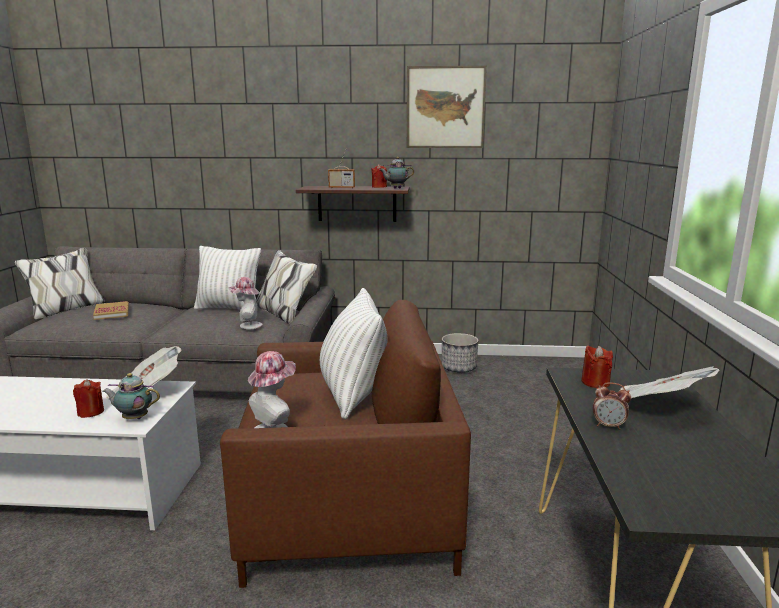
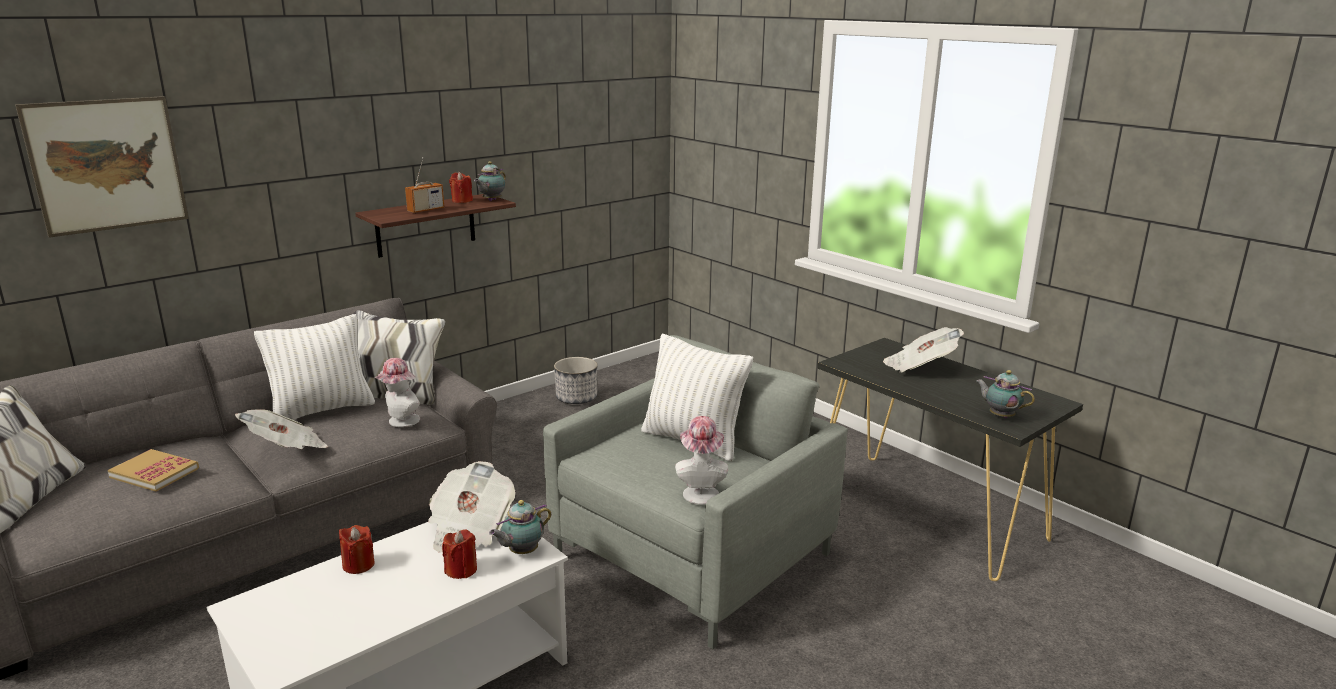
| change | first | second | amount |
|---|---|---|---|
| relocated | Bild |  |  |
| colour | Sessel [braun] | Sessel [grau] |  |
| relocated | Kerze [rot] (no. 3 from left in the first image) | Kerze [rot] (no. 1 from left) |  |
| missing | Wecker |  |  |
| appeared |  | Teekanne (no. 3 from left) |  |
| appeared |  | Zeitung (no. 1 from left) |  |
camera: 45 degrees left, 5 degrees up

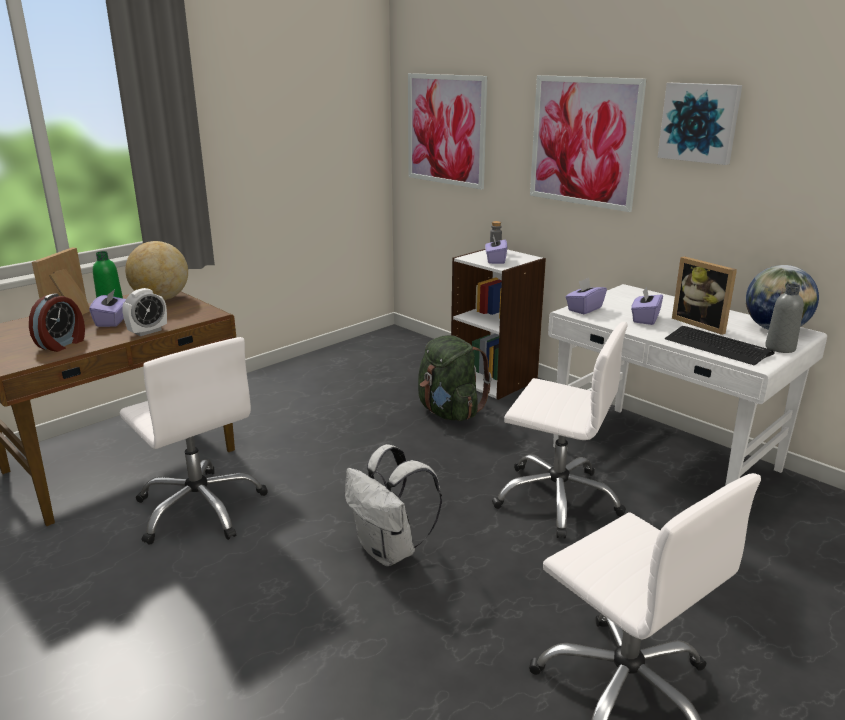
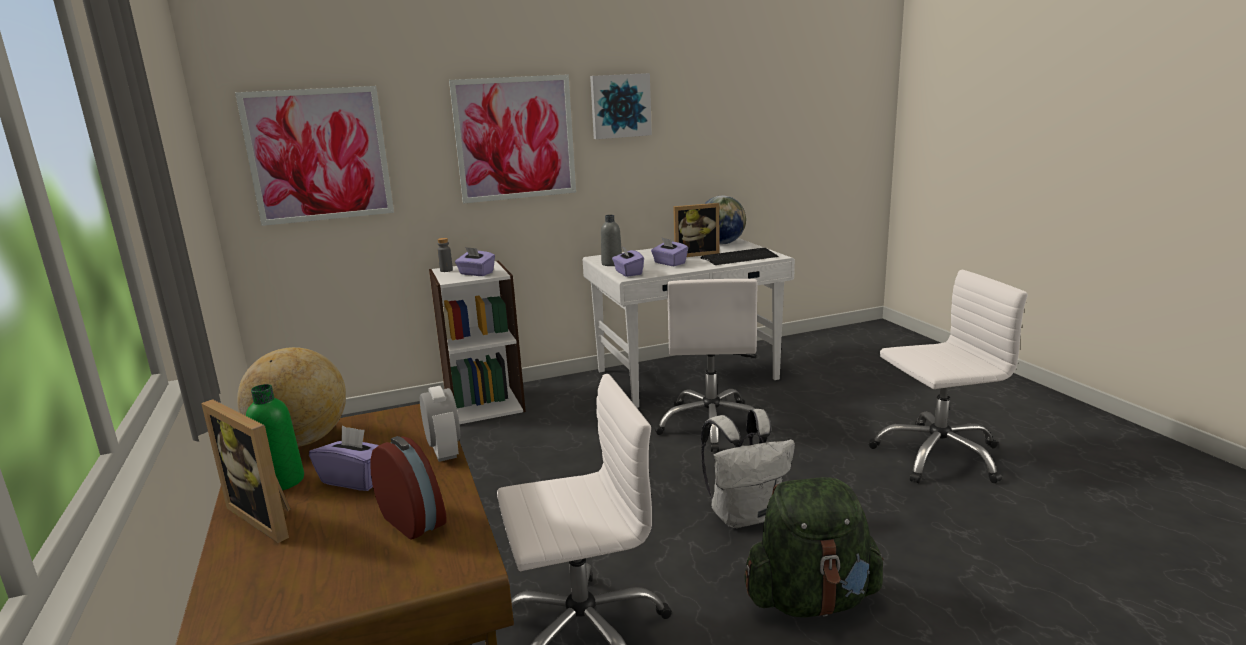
| change | first | second | amount |
|---|---|---|---|
| relocated | Flasche [grau] (no. 2 from left) |  |  |
| spun | Bürostuhl [weiß] (no. 2 from left) |  | 135 degrees clockwise |
| relocated | Rucksack [grün] |  |  |
camera: 65 degrees left, 5 degrees down

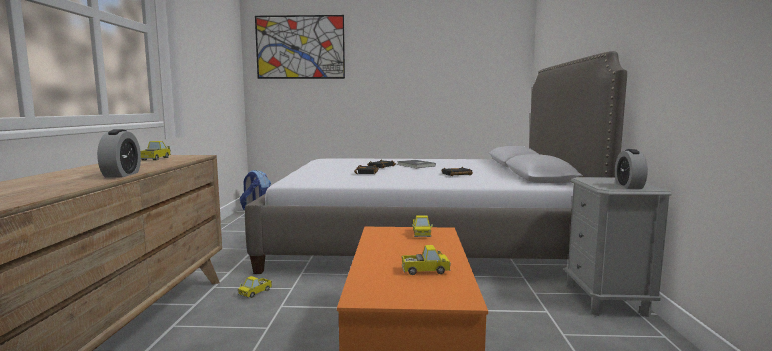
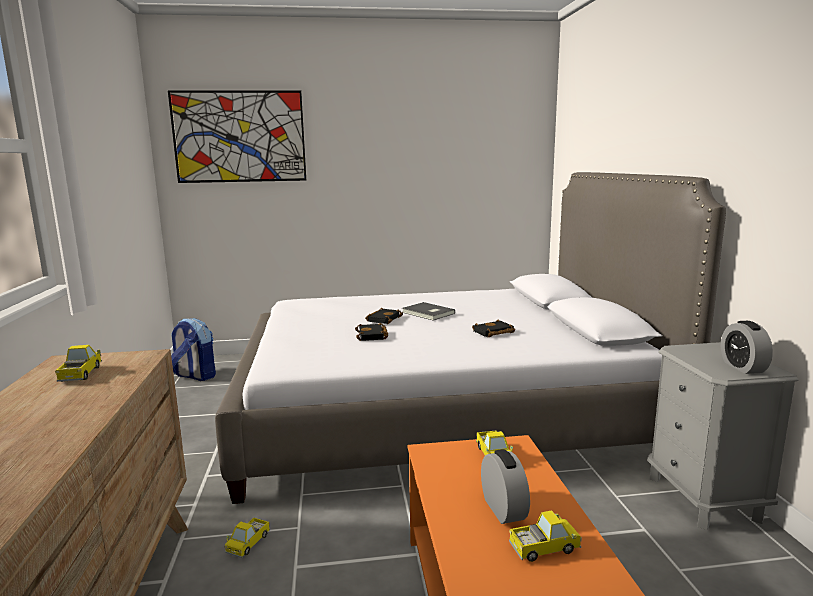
| change | first | second | amount |
|---|---|---|---|
| relocated | Wecker (no. 1 from left) |  |  |
camera: 10 degrees left, 5 degrees up

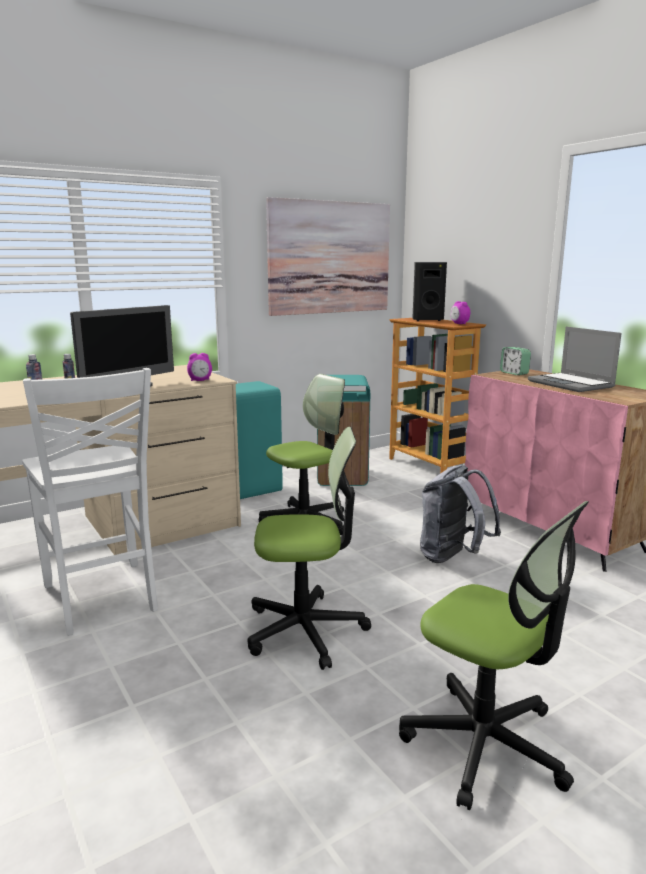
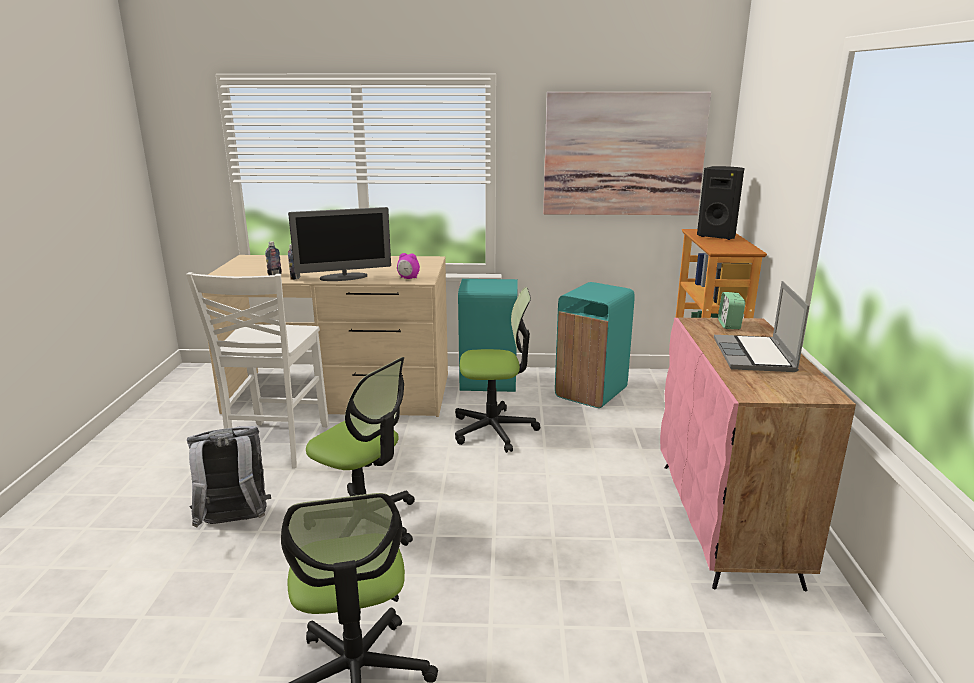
| change | first | second | amount |
|---|---|---|---|
| missing | Wecker (no. 2 from left) |  |  |
| relocated | Rucksack [grau] |  |  |
camera: 35 degrees right, 5 degrees up

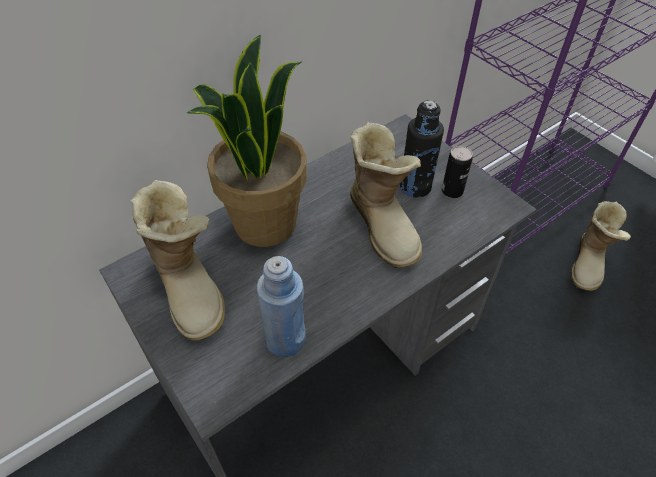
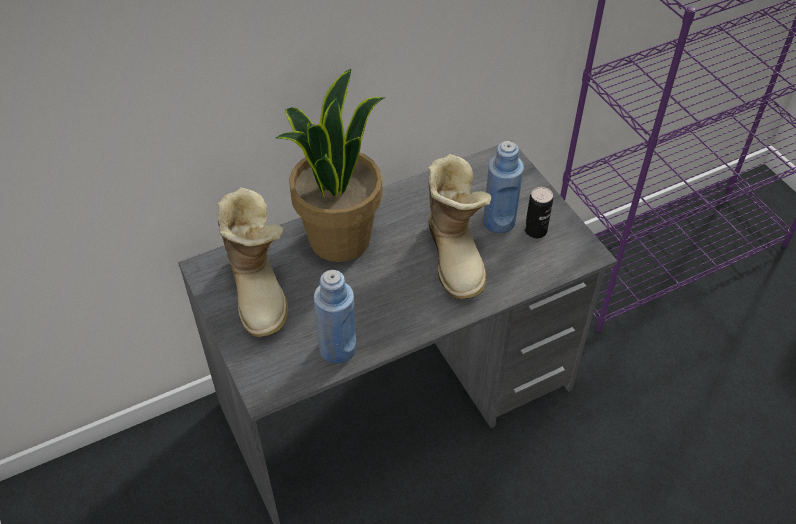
| change | first | second | amount |
|---|---|---|---|
| colour | Flasche [schwarz] | Flasche [blau] (no. 2 from left) |  |
| missing | Stiefel (no. 3 from left) |  |  |
camera: 10 degrees right, 0 degrees up

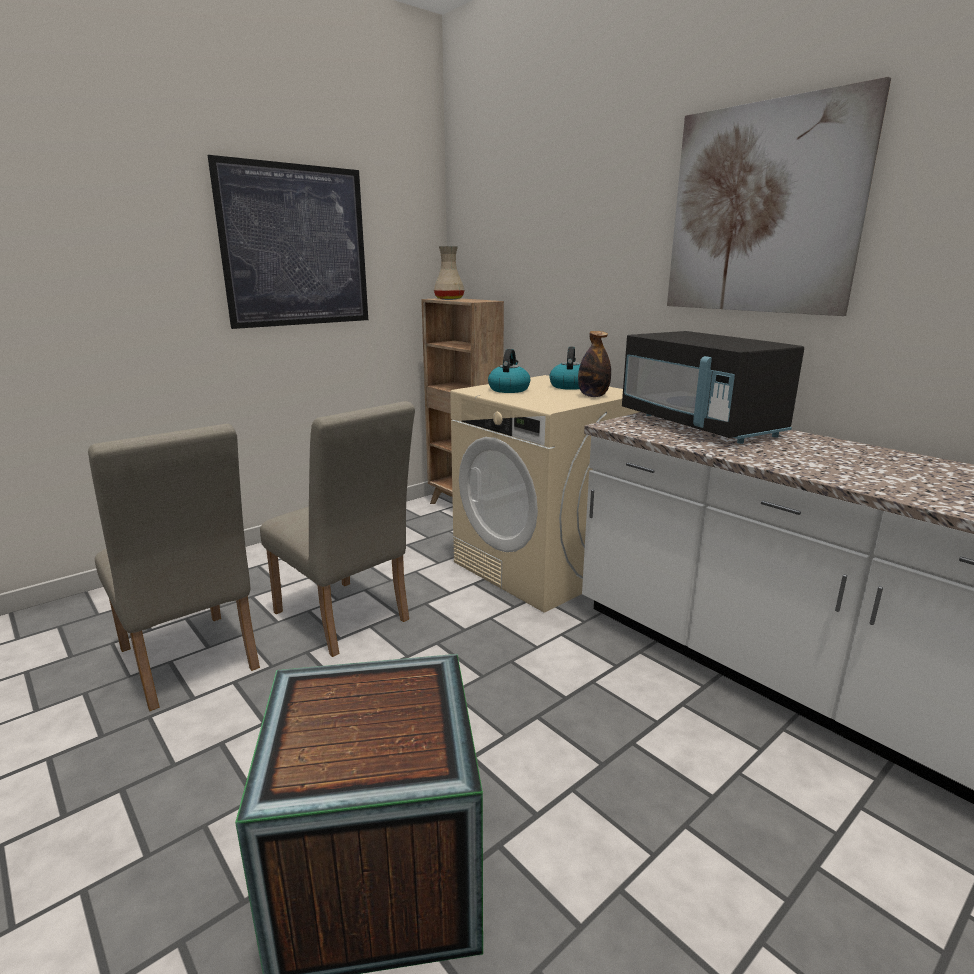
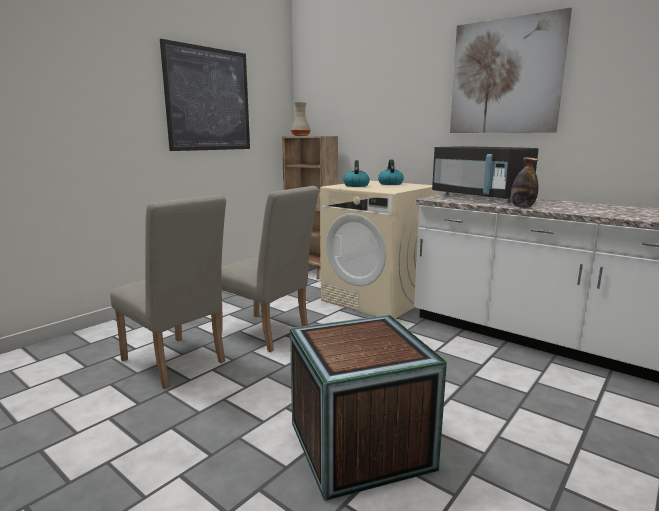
| change | first | second | amount |
|---|---|---|---|
| relocated | Flasche |  |  |
camera: 10 degrees left, 5 degrees down

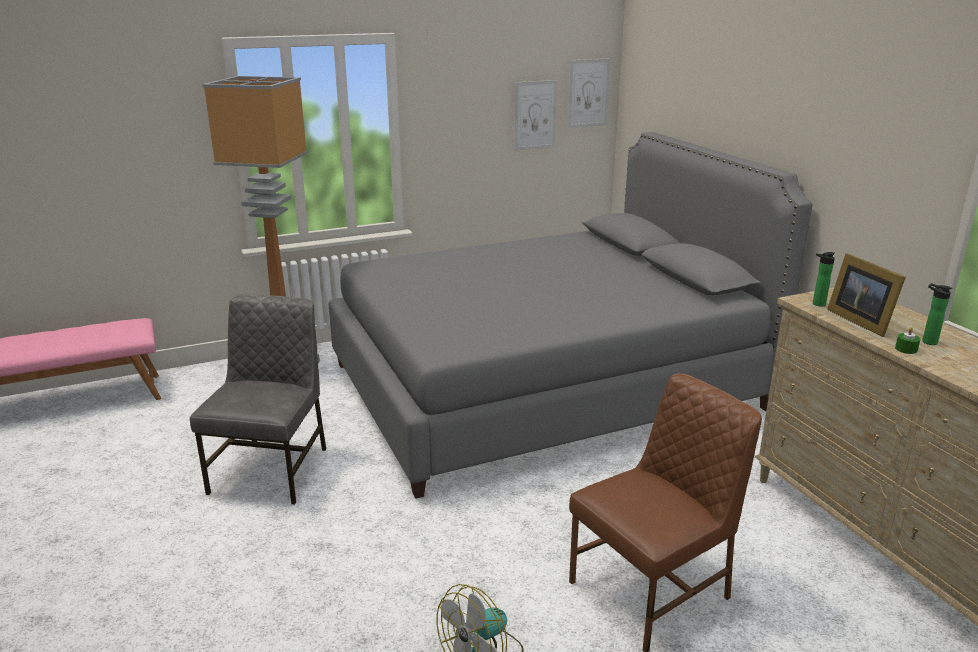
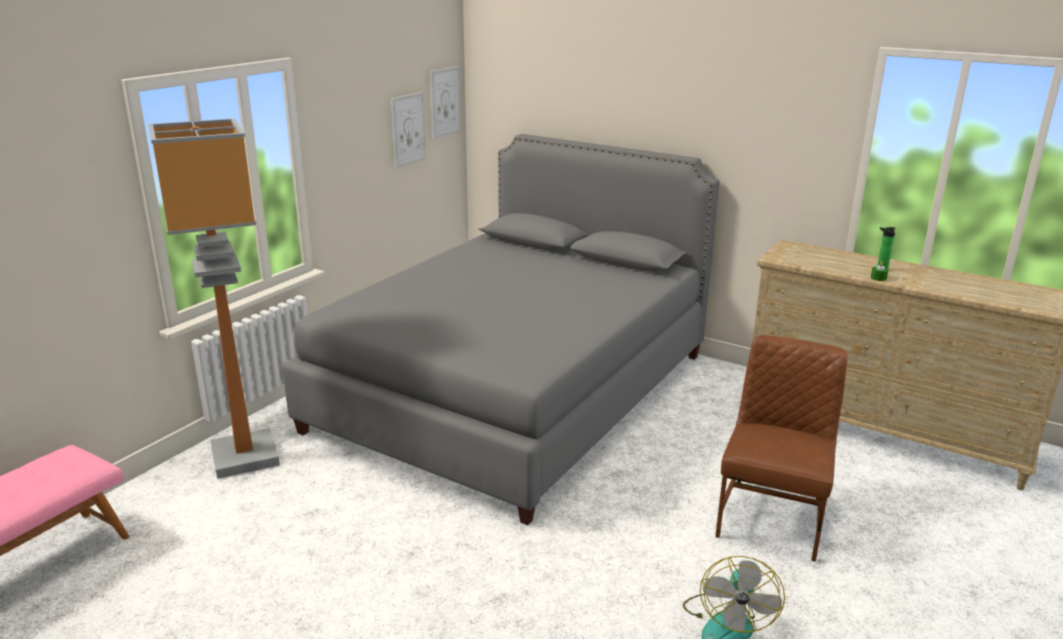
| change | first | second | amount |
|---|---|---|---|
| missing | Flasche (no. 1 from left) |  |  |
| missing | Bilderrahmen |  |  |
| missing | Stuhl [grau] |  |  |
camera: 35 degrees left, 0 degrees up

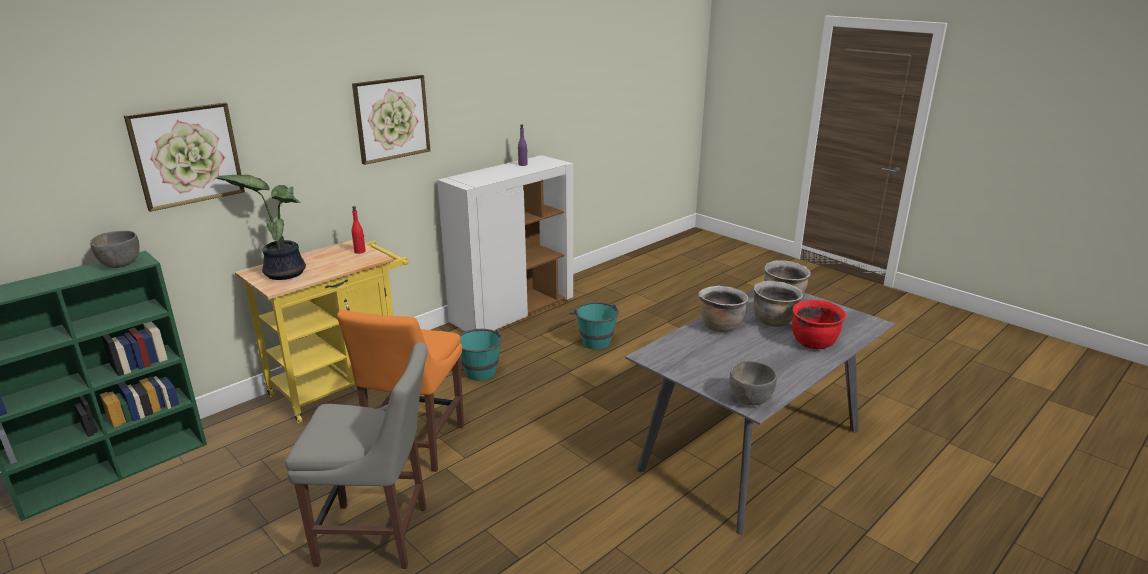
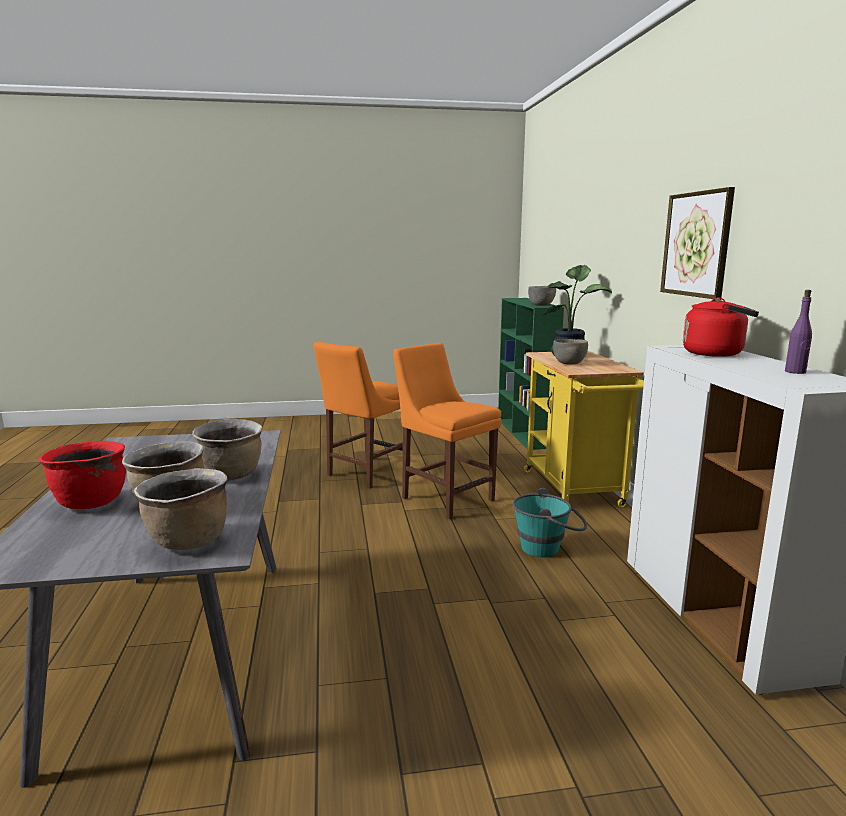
| change | first | second | amount |
|---|---|---|---|
| missing | Bild (no. 1 from left) |  |  |
| missing | Flasche [rot] |  |  |
| missing | Eimer [türkis] (no. 2 from left) |  |  |
| colour | Stuhl [grau] | Stuhl [orange] (no. 1 from left) |  |
| relocated | Schüssel [grau] (no. 2 from left) |  |  |
| appeared |  | Wasserkessel [rot] |  |
camera: 125 degrees right, 10 degrees down

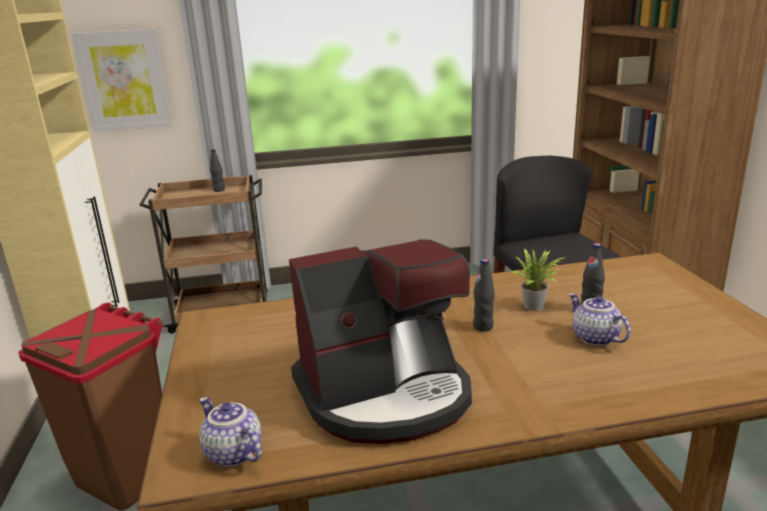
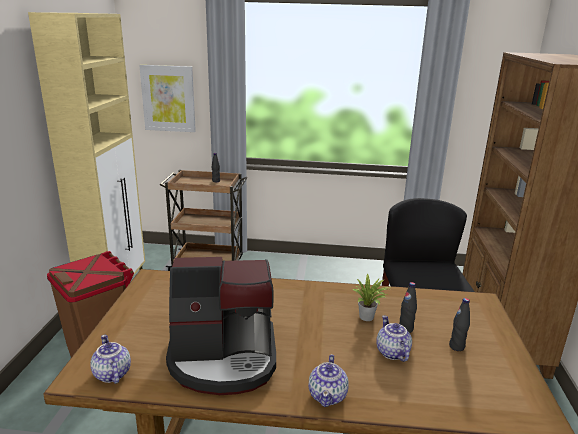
| change | first | second | amount |
|---|---|---|---|
| relocated | Flasche [schwarz] (no. 2 from left in the first image) | Flasche [schwarz] (no. 3 from left) |  |
| appeared |  | Teekanne (no. 2 from left) |  |
camera: 15 degrees right, 0 degrees up

